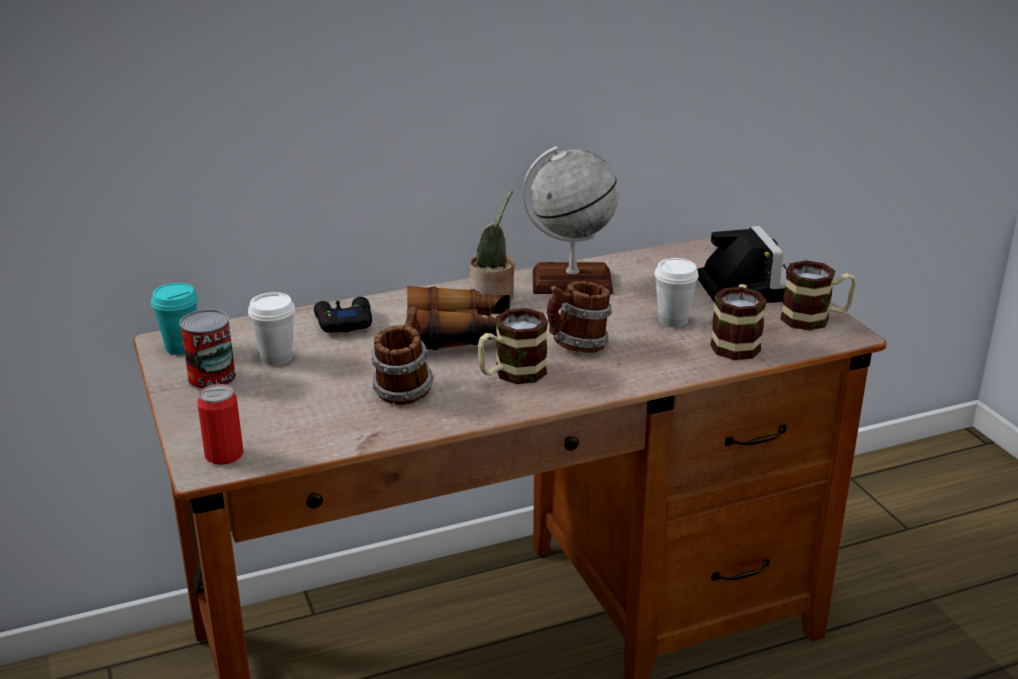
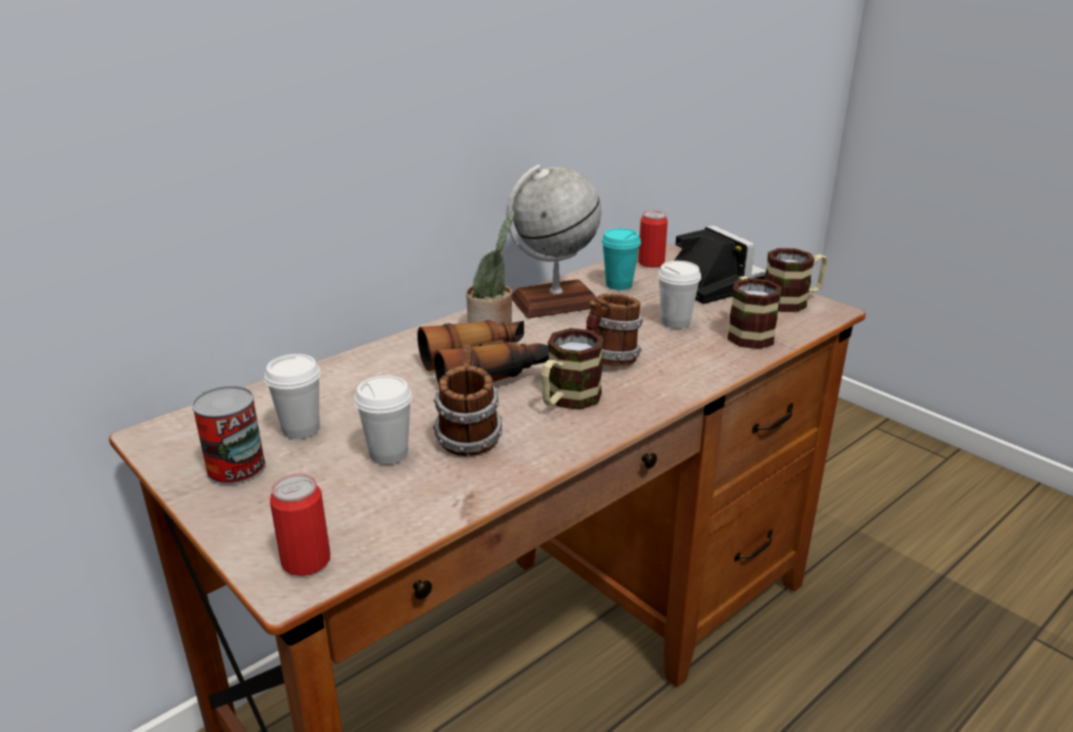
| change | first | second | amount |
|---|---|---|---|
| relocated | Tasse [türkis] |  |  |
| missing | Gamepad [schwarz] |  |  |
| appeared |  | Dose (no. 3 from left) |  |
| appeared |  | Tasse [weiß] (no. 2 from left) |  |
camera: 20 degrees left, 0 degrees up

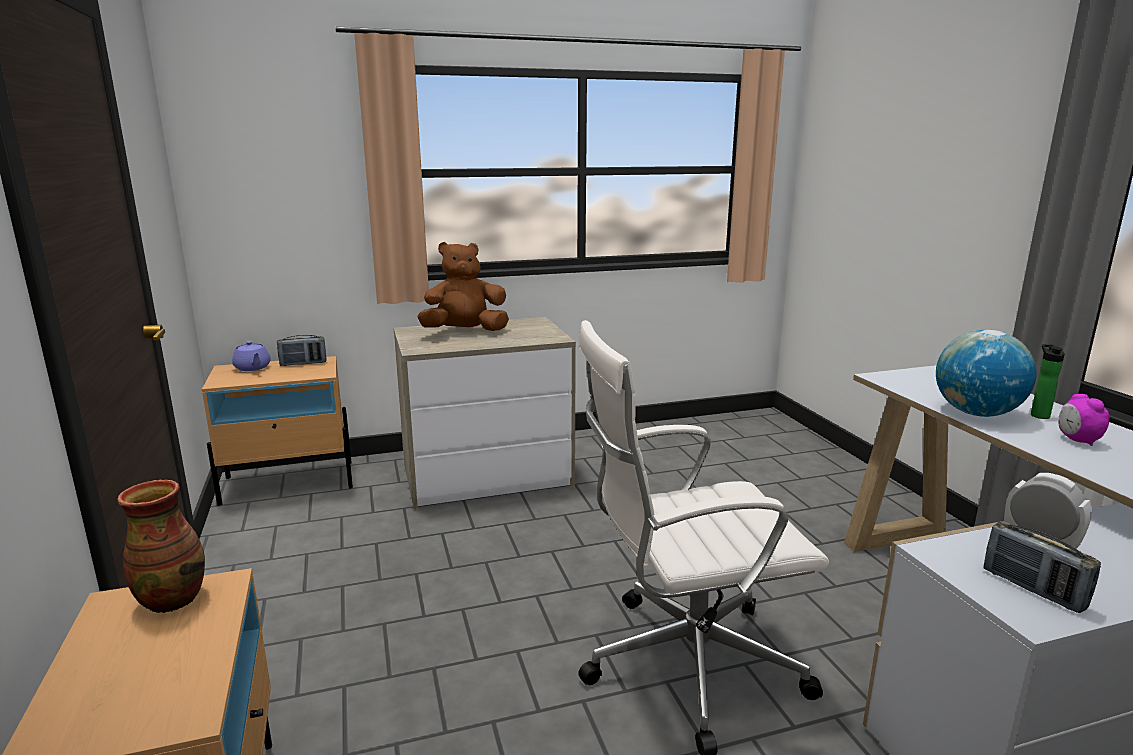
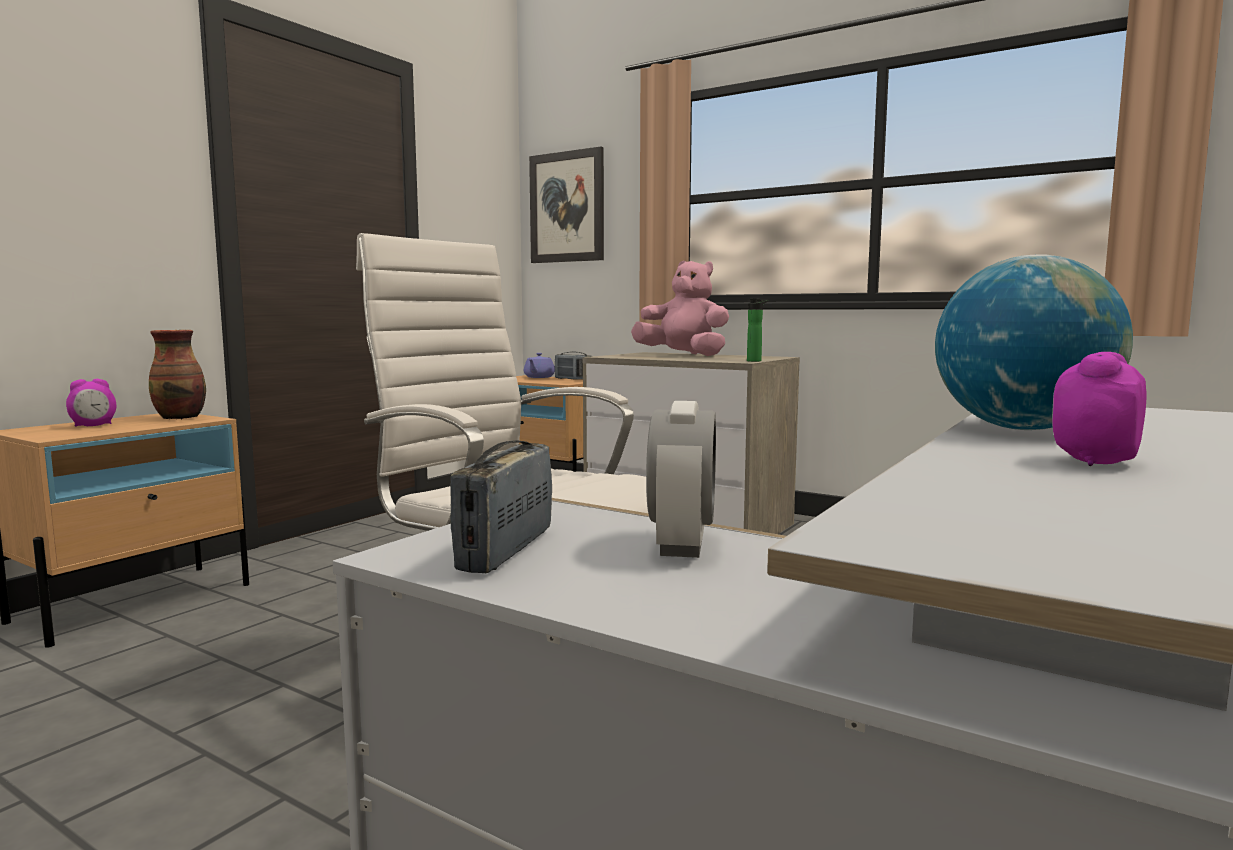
| change | first | second | amount |
|---|---|---|---|
| colour | Plüschtier [braun] | Plüschtier [rosa] |  |
| relocated | Flasche |  |  |
| appeared |  | Bild |  |
| appeared |  | Wecker (no. 1 from left) |  |
camera: 50 degrees right, 10 degrees down

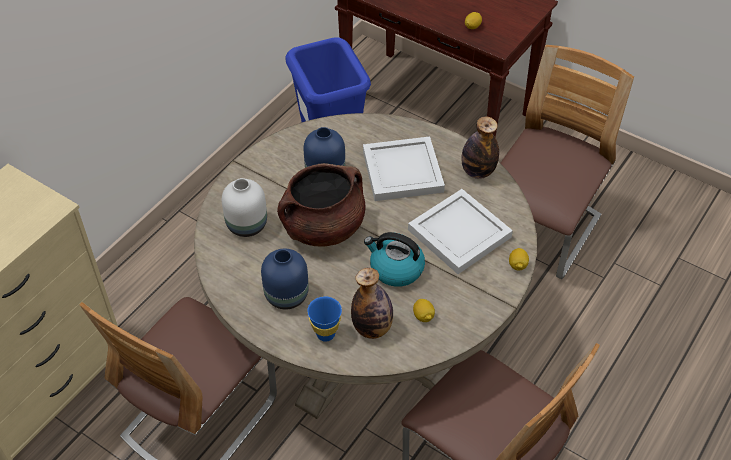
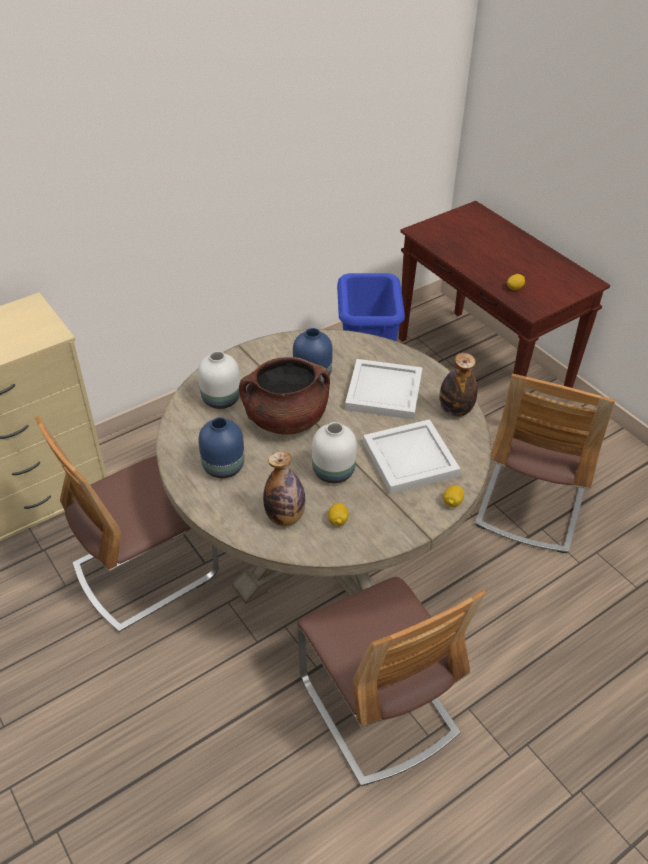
| change | first | second | amount |
|---|---|---|---|
| spun | Stuhl (no. 3 from left) |  | 150 degrees clockwise |
| exchanged | Wasserkessel | Vase [weiß] (no. 2 from left) |  |
| missing | Tasse [blau] |  |  |
camera: 20 degrees right, 5 degrees down

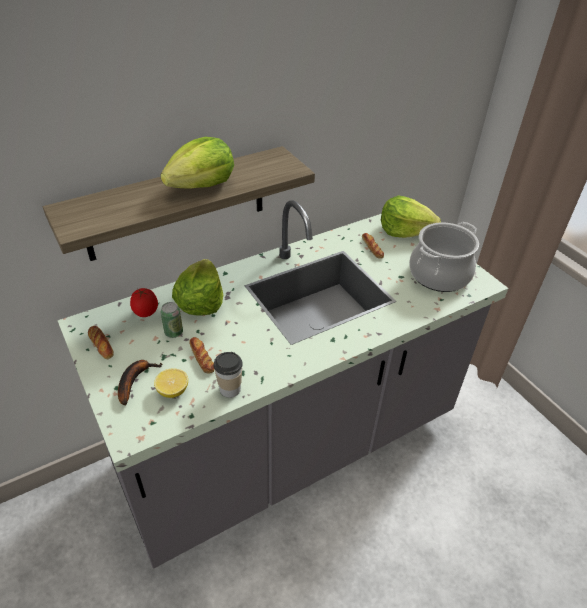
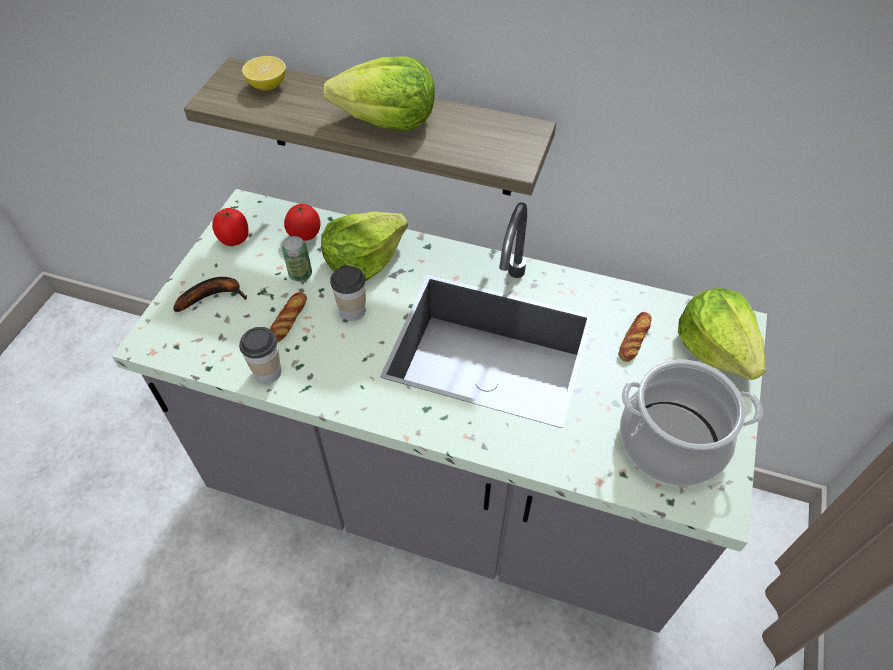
| change | first | second | amount |
|---|---|---|---|
| exchanged | Brot (no. 1 from left) | Tomate (no. 1 from left) |  |
| relocated | Zitrone |  |  |
| appeared |  | Tasse (no. 2 from left) |  |
camera: 50 degrees right, 10 degrees up

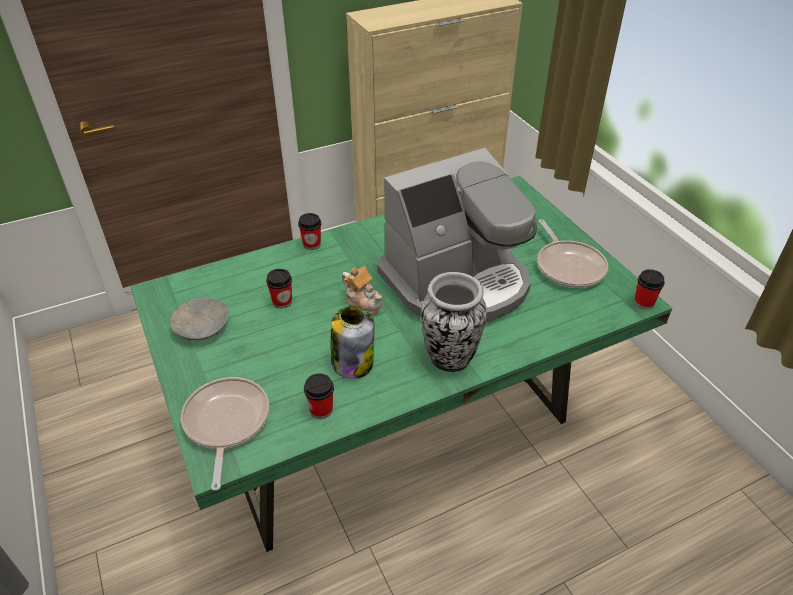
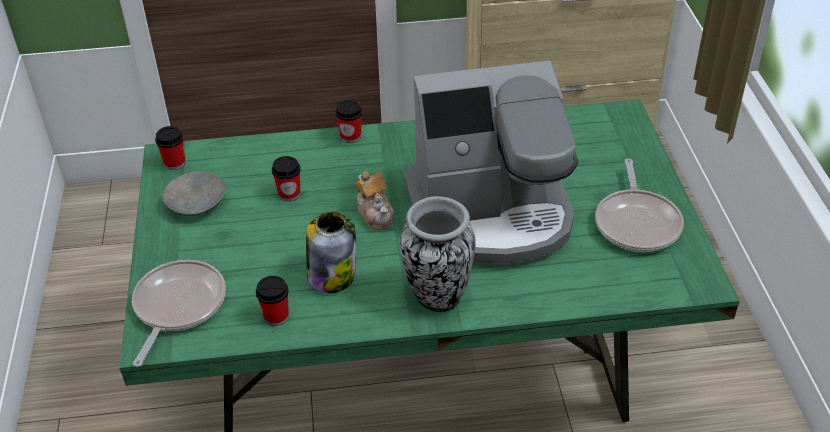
| change | first | second | amount |
|---|---|---|---|
| relocated | Tasse (no. 4 from left in the first image) | Tasse (no. 1 from left) |  |
camera: 20 degrees right, 0 degrees up

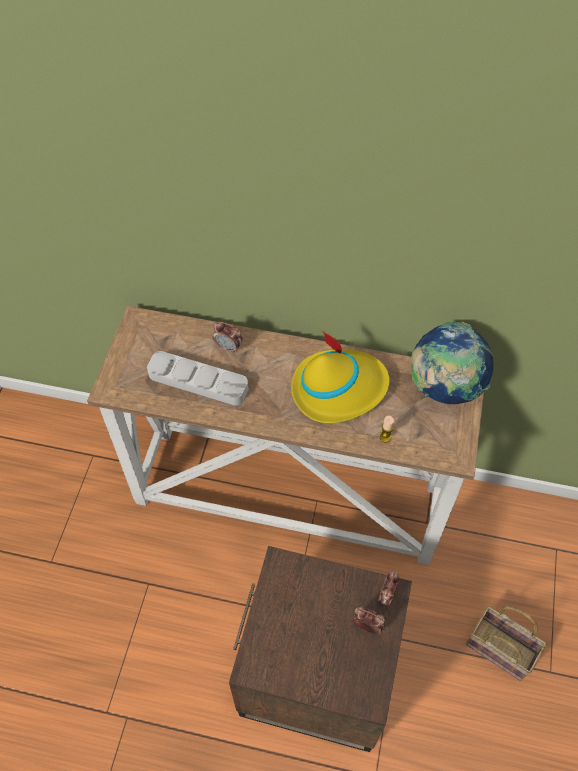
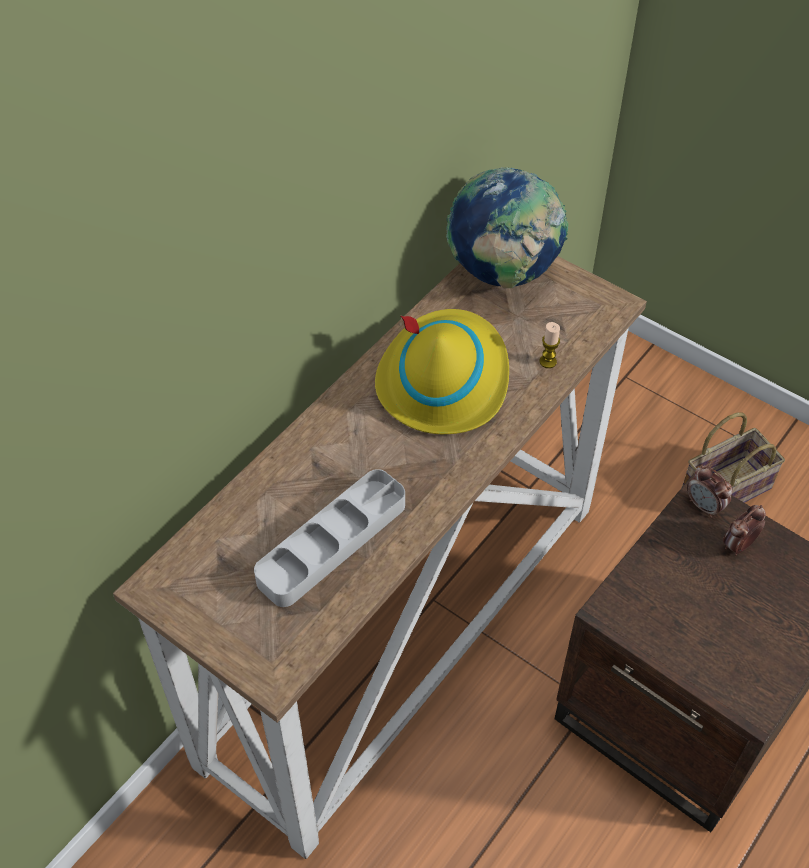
| change | first | second | amount |
|---|---|---|---|
| missing | Wecker (no. 1 from left) |  |  |
camera: 65 degrees left, 5 degrees down

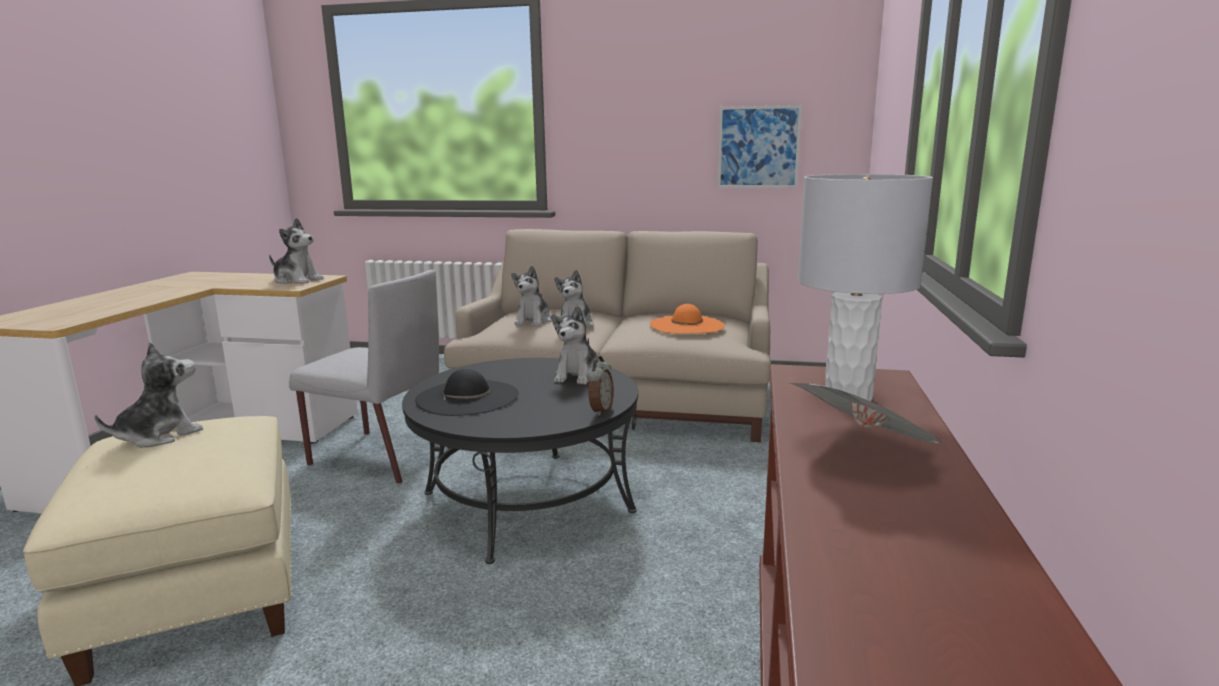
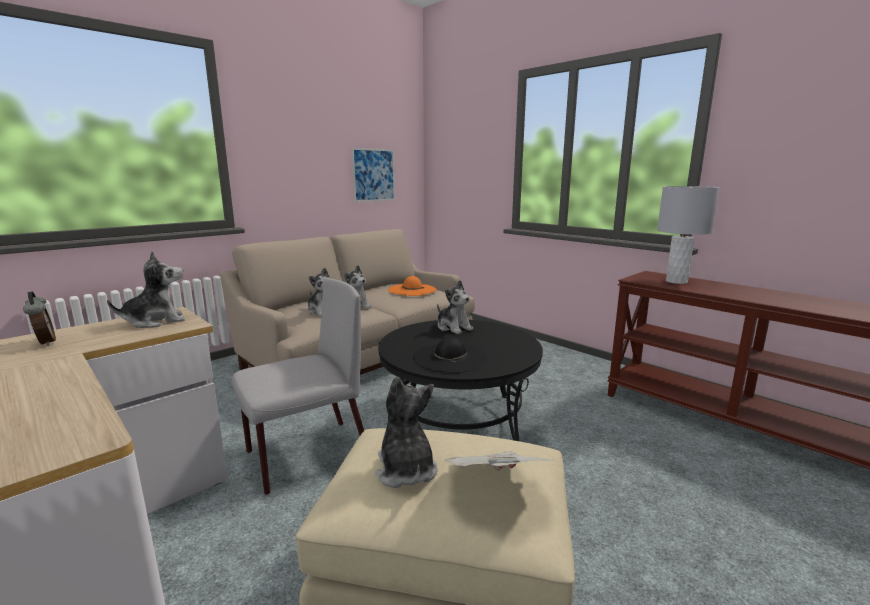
| change | first | second | amount |
|---|---|---|---|
| relocated | Wecker |  |  |
| relocated | Zeitung |  |  |
camera: 55 degrees left, 0 degrees up

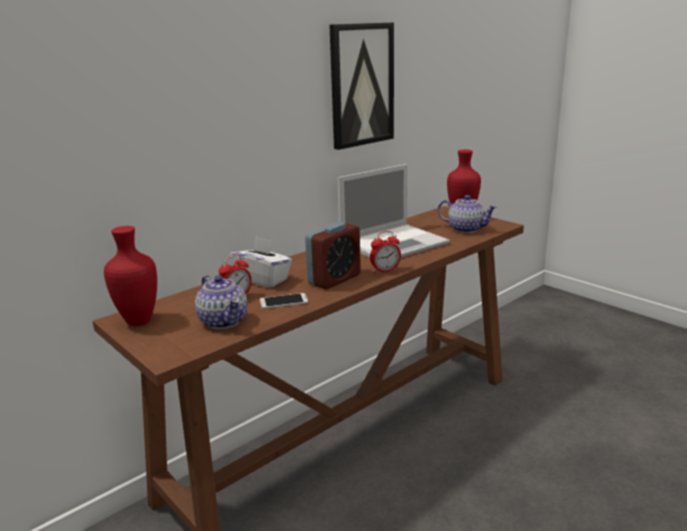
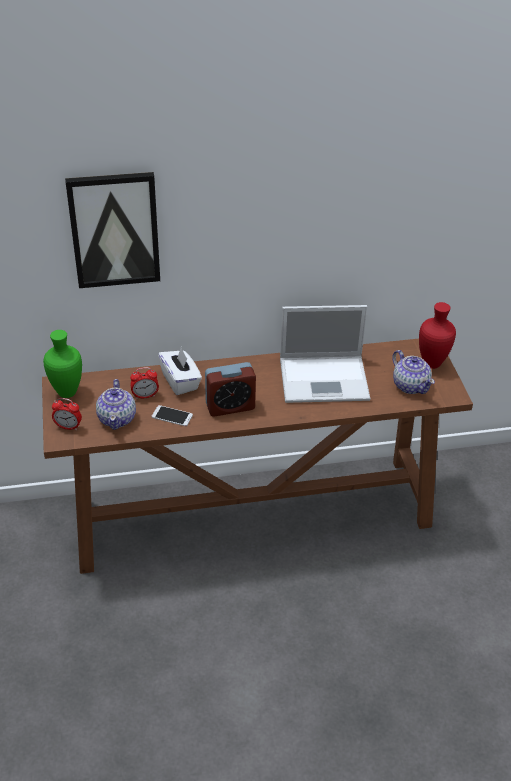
| change | first | second | amount |
|---|---|---|---|
| relocated | Bild |  |  |
| colour | Vase [rot] (no. 1 from left) | Vase [grün] |  |
| relocated | Wecker (no. 3 from left in the first image) | Wecker (no. 1 from left) |  |
camera: 30 degrees right, 20 degrees up

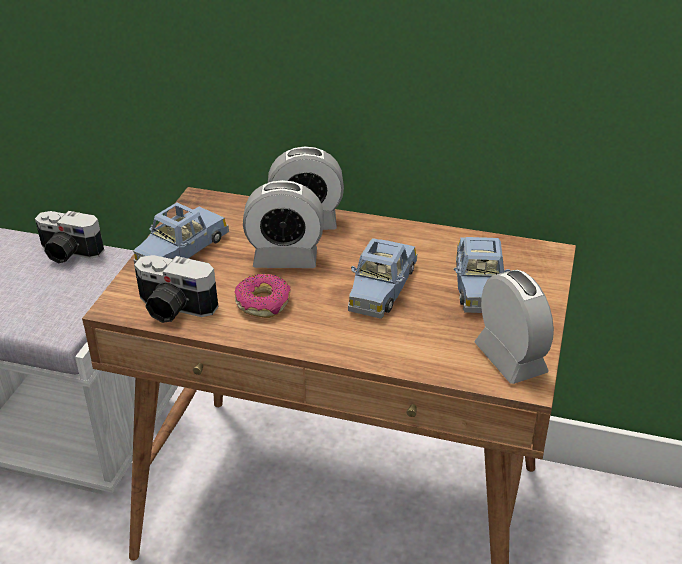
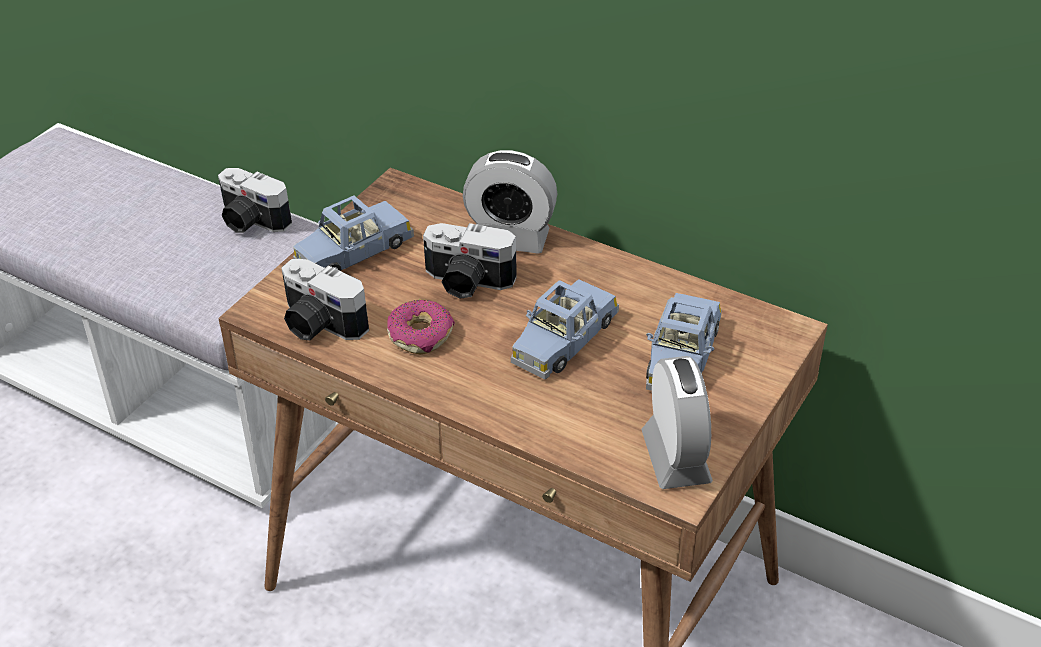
| change | first | second | amount |
|---|---|---|---|
| exchanged | Wecker (no. 1 from left) | Kamera (no. 3 from left) |  |
camera: 15 degrees right, 5 degrees up

